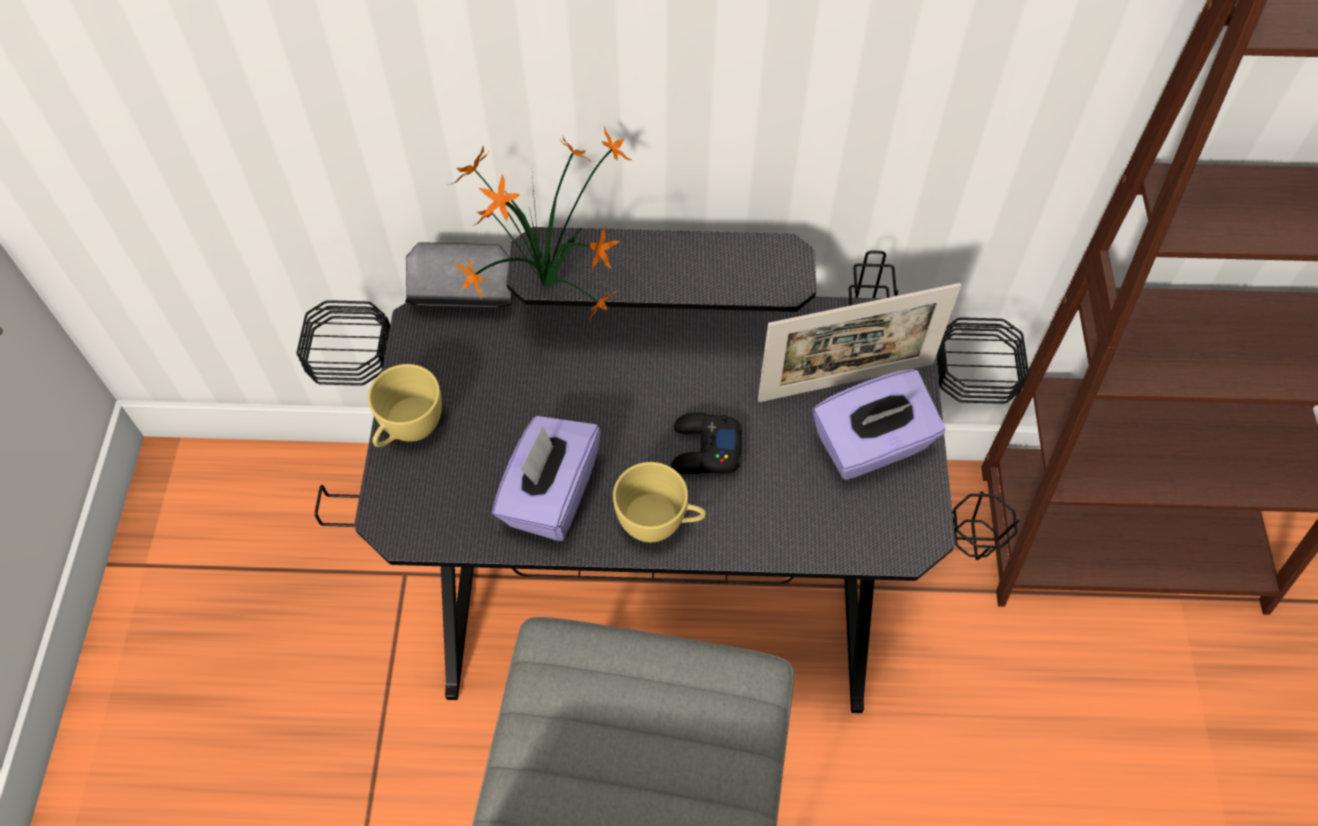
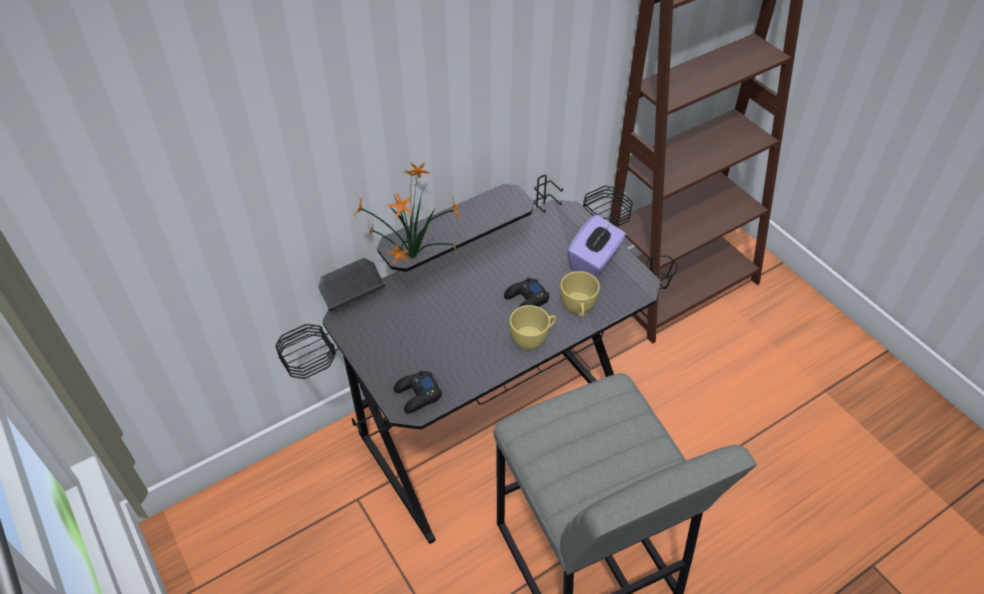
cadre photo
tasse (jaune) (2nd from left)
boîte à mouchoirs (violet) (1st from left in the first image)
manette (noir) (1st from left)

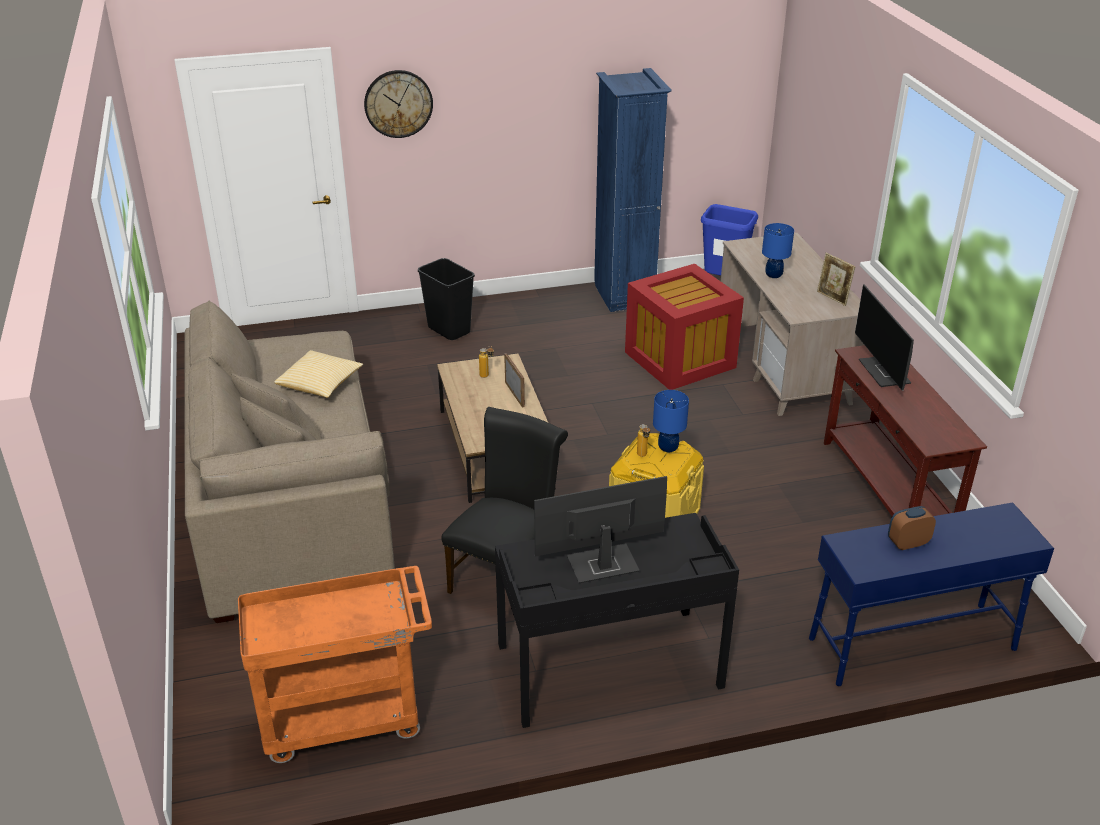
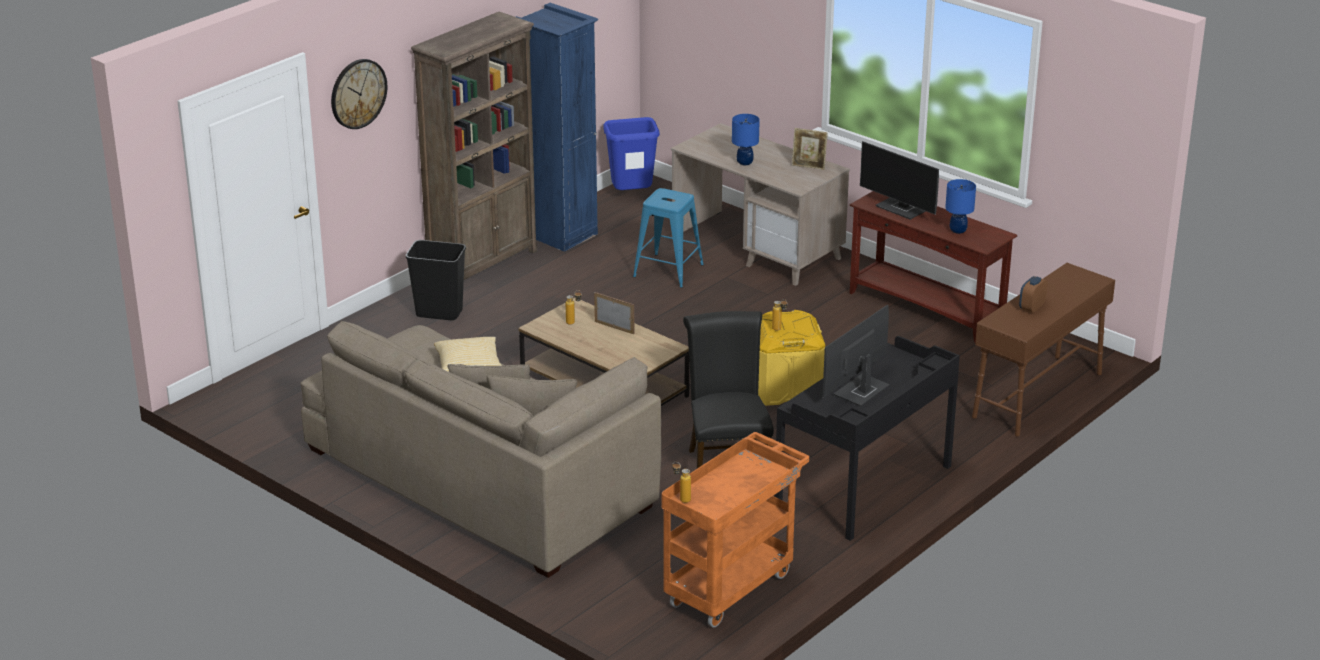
tabouret (bleu)
lampe de table (bleu) (2nd from left)
table console (marron) (2nd from left)
bibliothèque (marron)
bouteille (2nd from left)

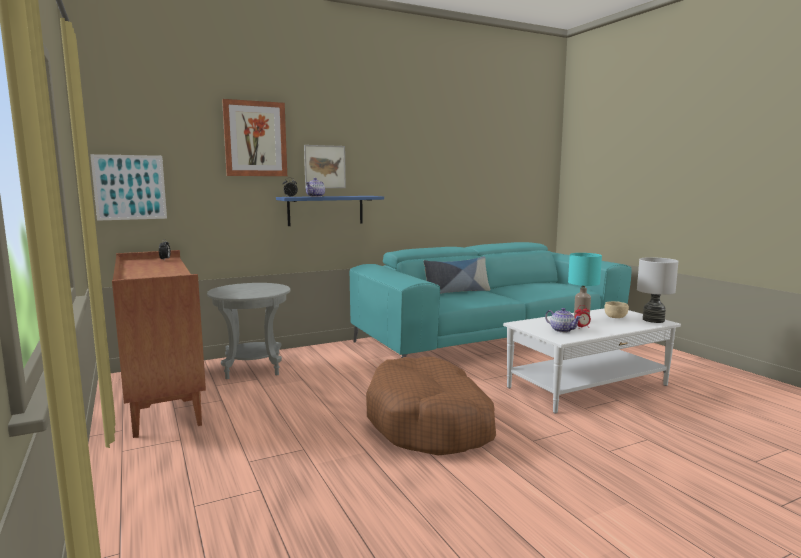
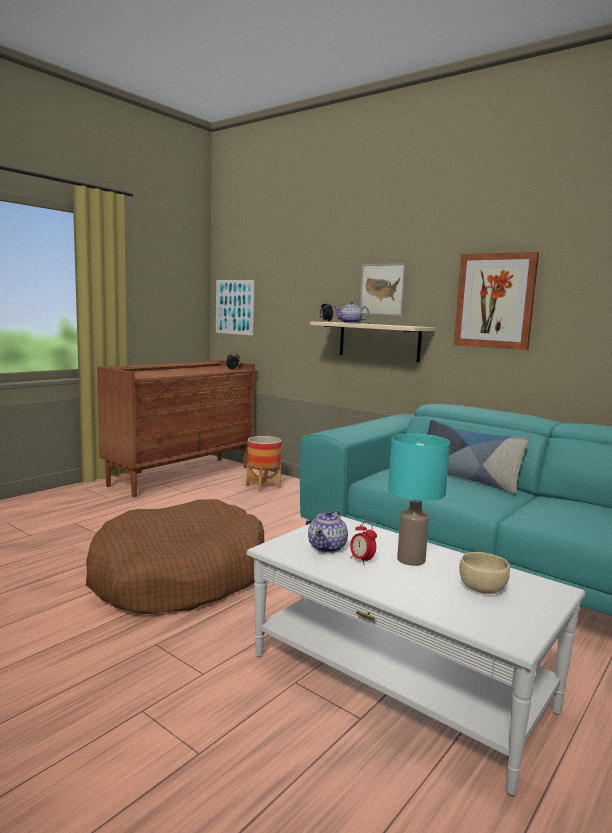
tableau (3rd from left)
étagère (beige)
lampe de table (gris)
cache-pot

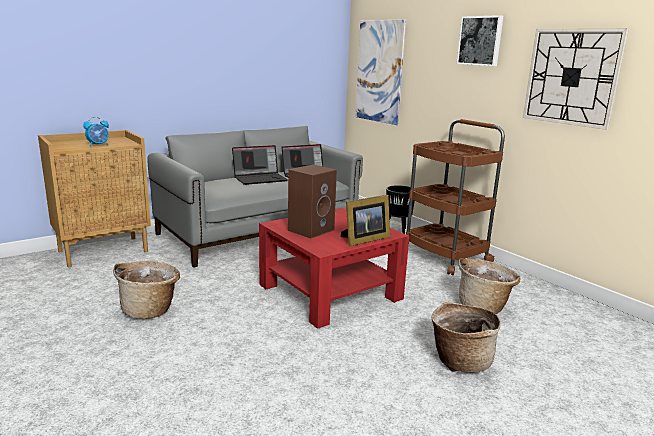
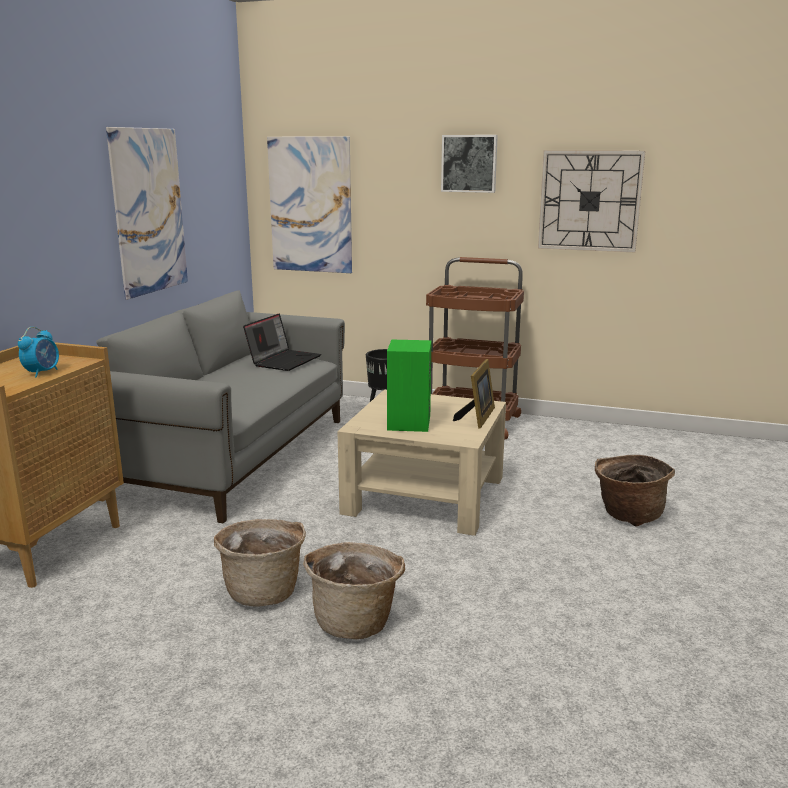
ordinateur portable (1st from left in the first image)
enceinte (vert)
table basse (beige)
panier (2nd from left)
tableau (1st from left)

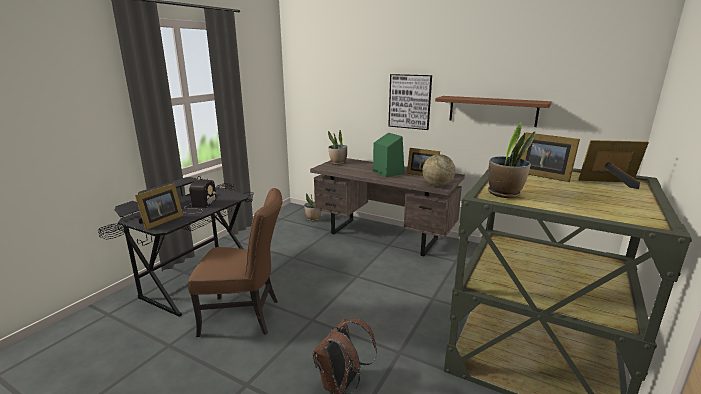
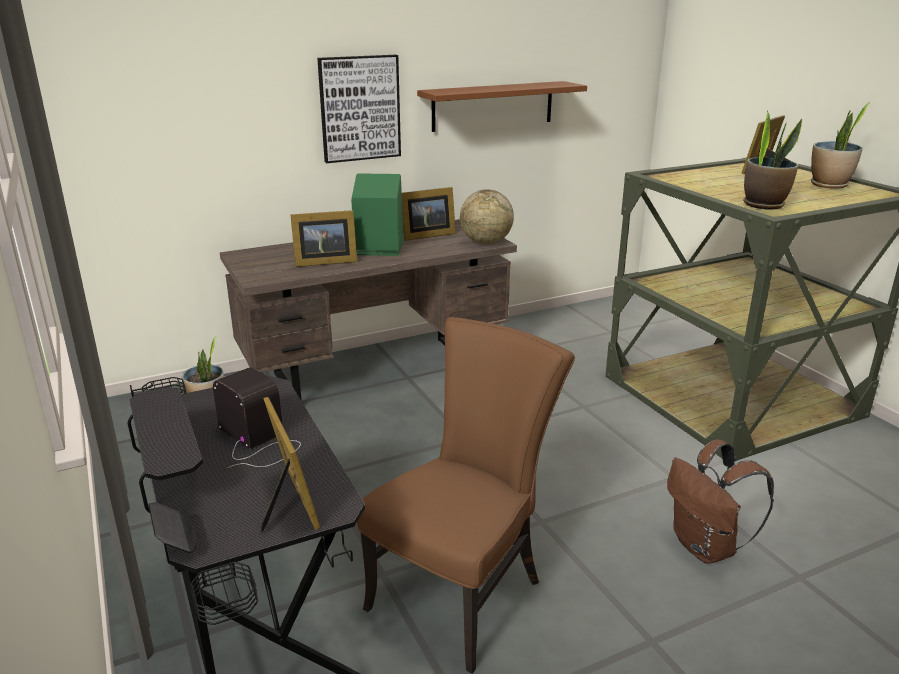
plante en pot (3rd from left)
cadre photo (2nd from left)

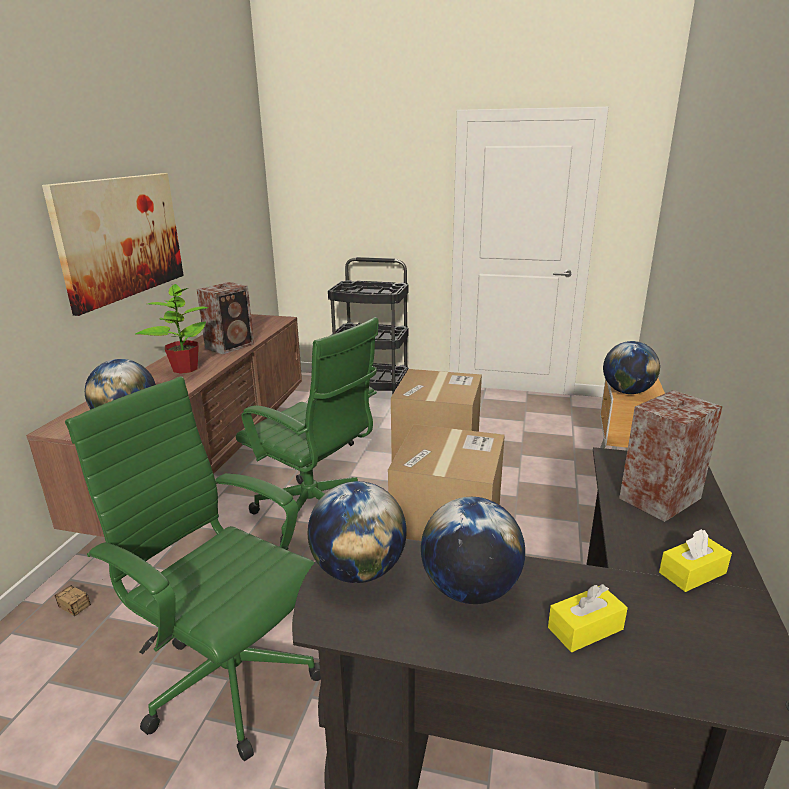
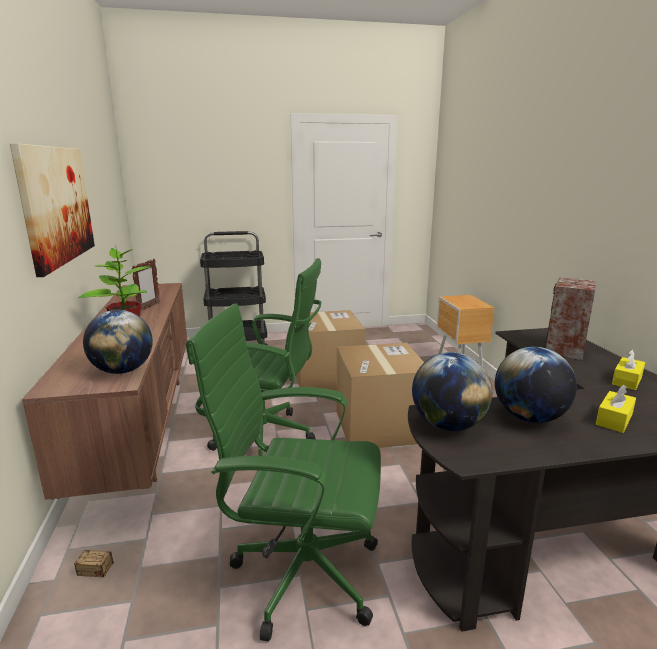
cadre photo
globe (4th from left in the first image)

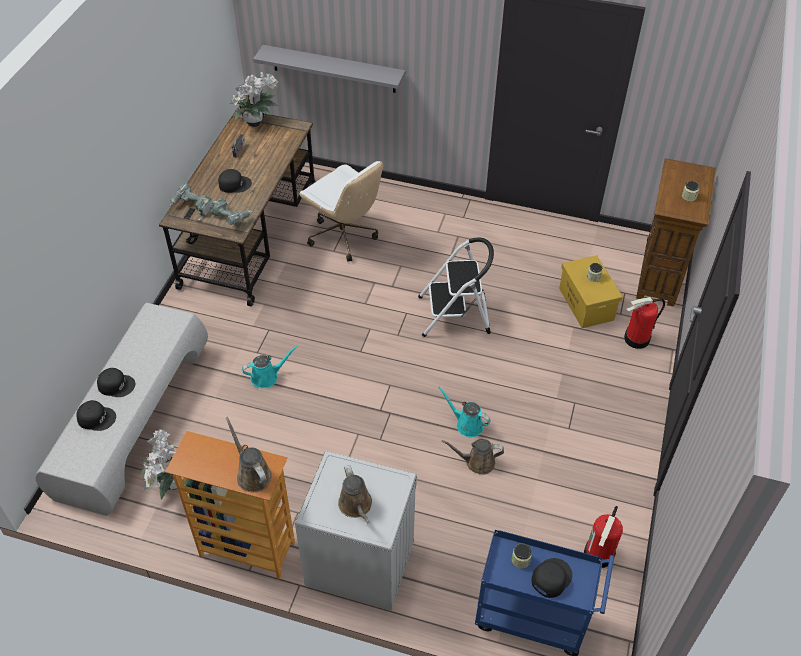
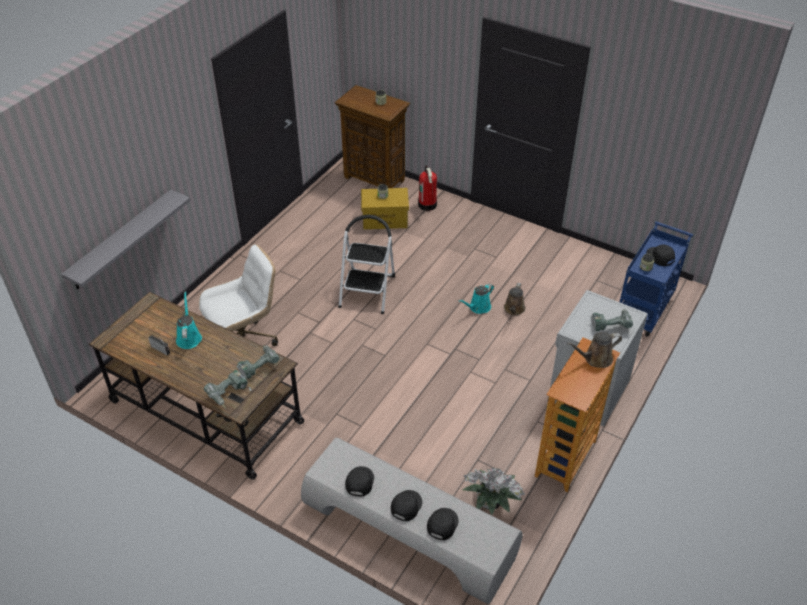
plante en pot (2nd from left in the first image)
casquette (noir) (1st from left)
arrosoir (turquoise) (1st from left)
perceuse (3rd from left)
extincteur (1st from left in the first image)

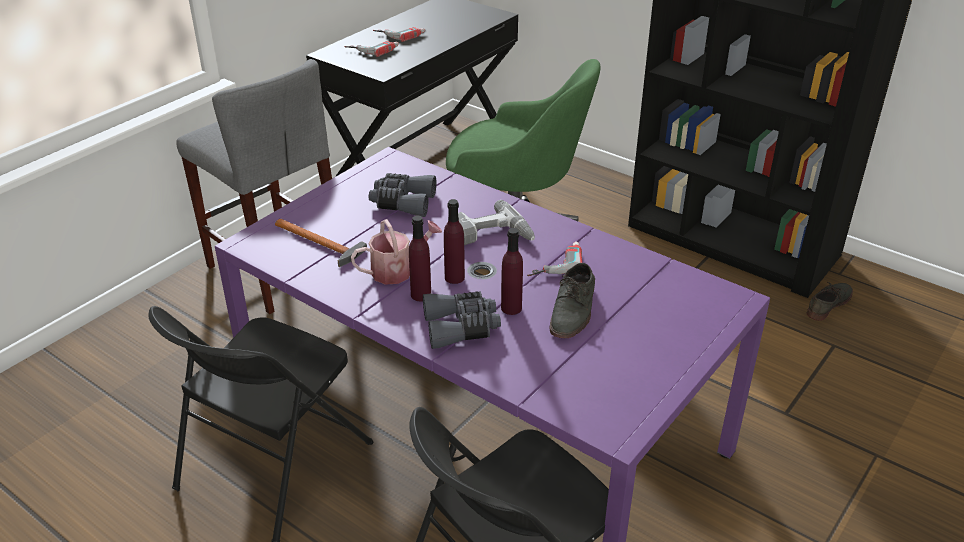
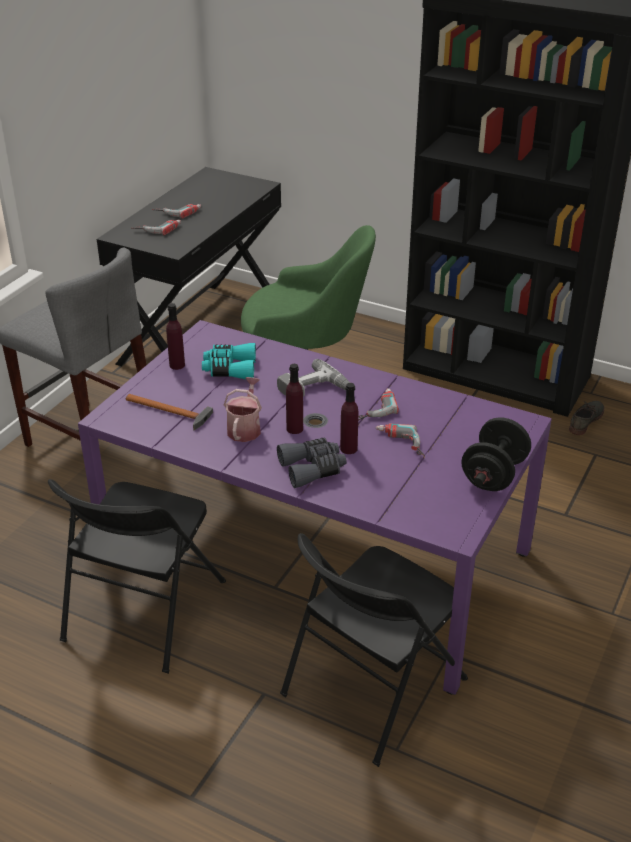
jumelles (turquoise)
bouteille (violet) (1st from left)
arrosoir
perceuse (5th from left)
haltère (noir)

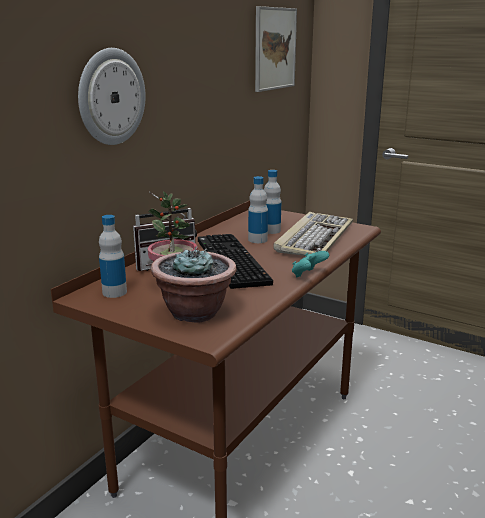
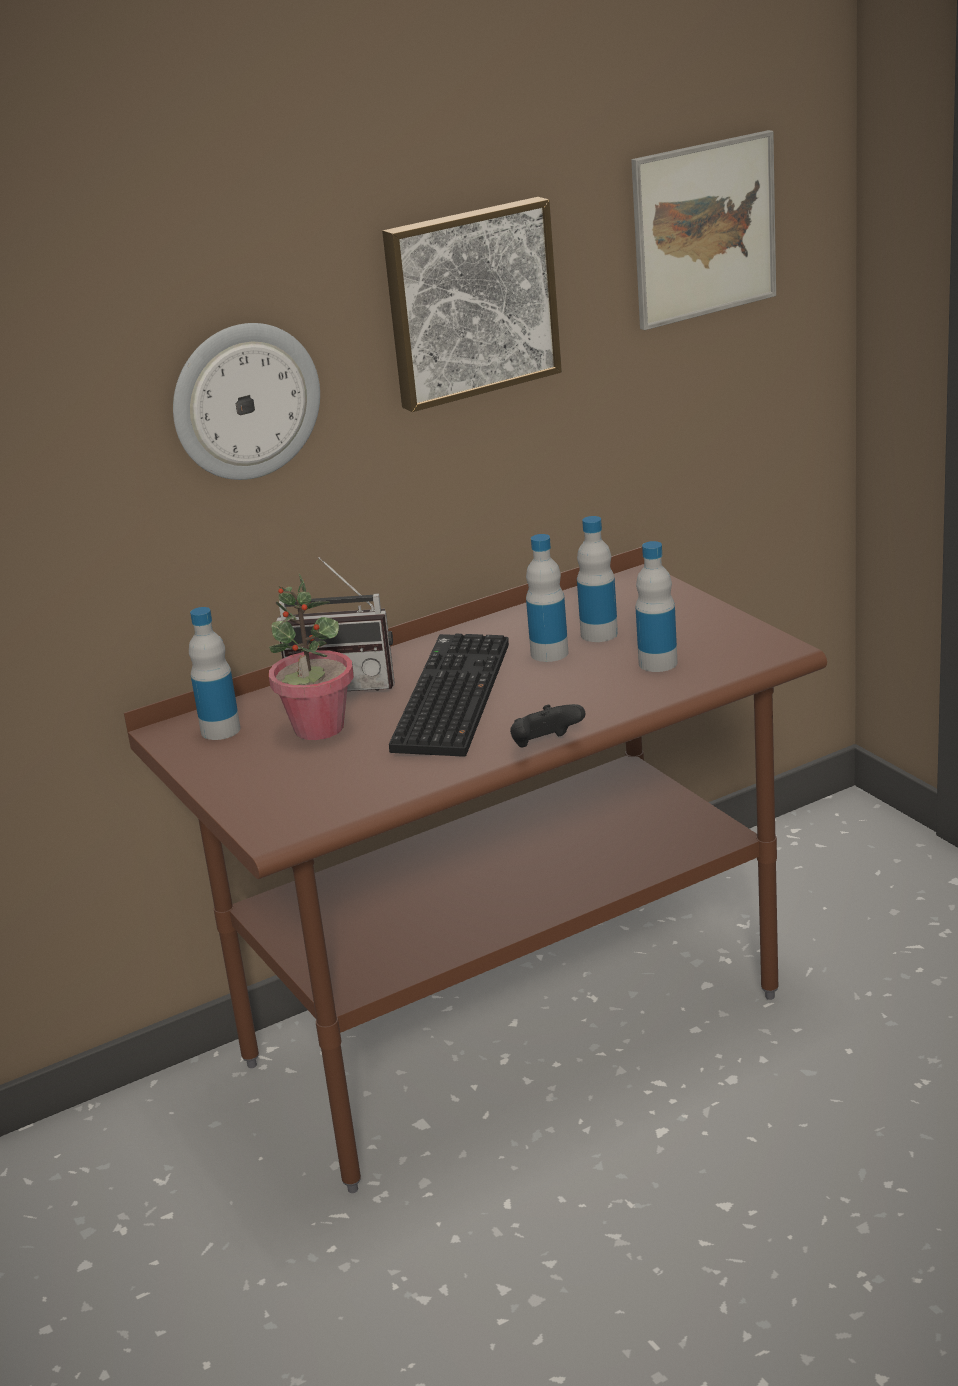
bouteille (4th from left)
plante en pot (2nd from left in the first image)
manette (noir)
tableau (1st from left)

